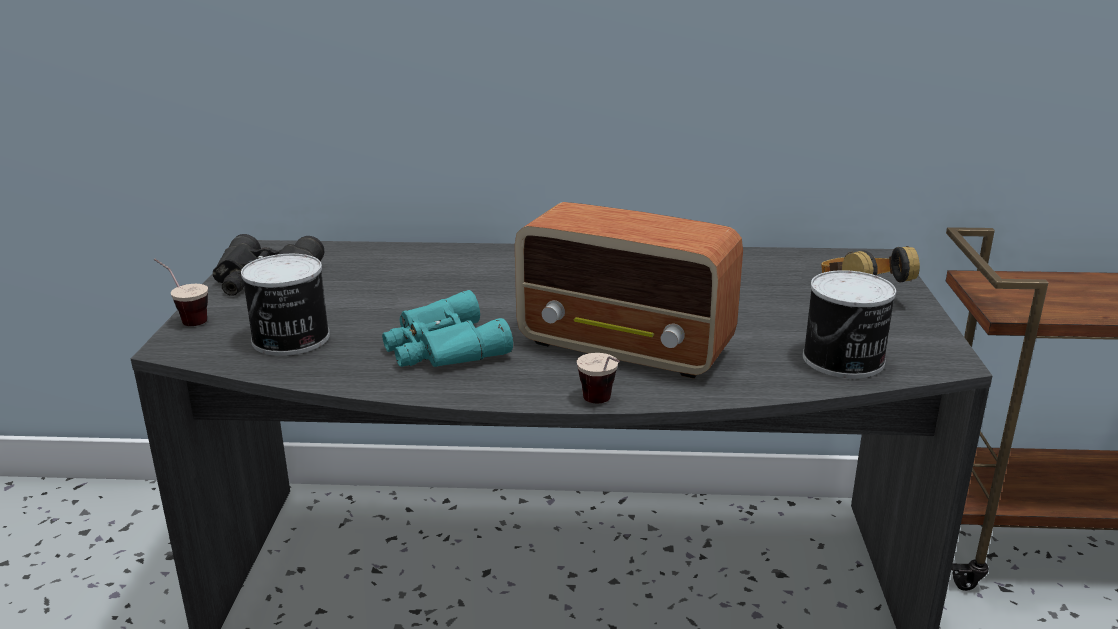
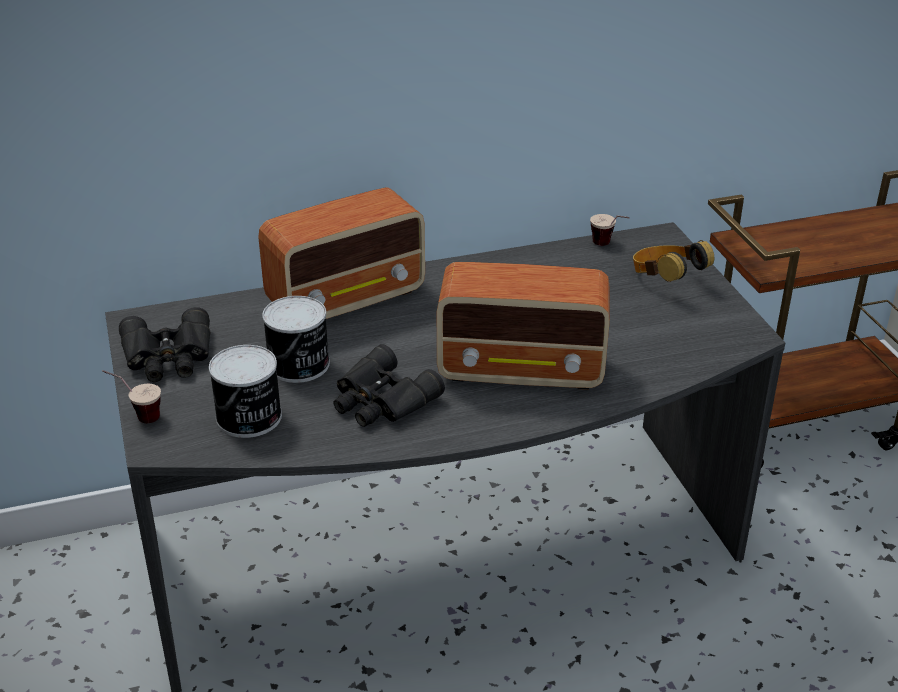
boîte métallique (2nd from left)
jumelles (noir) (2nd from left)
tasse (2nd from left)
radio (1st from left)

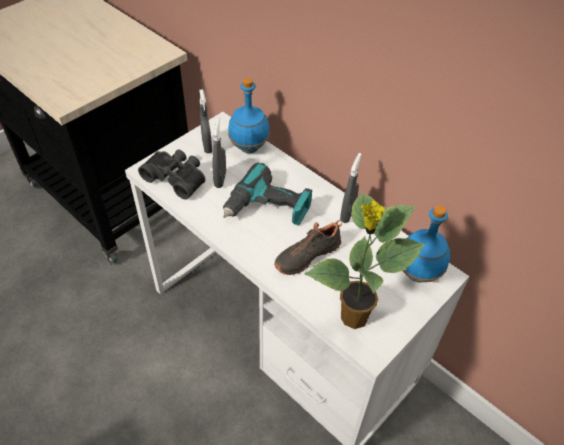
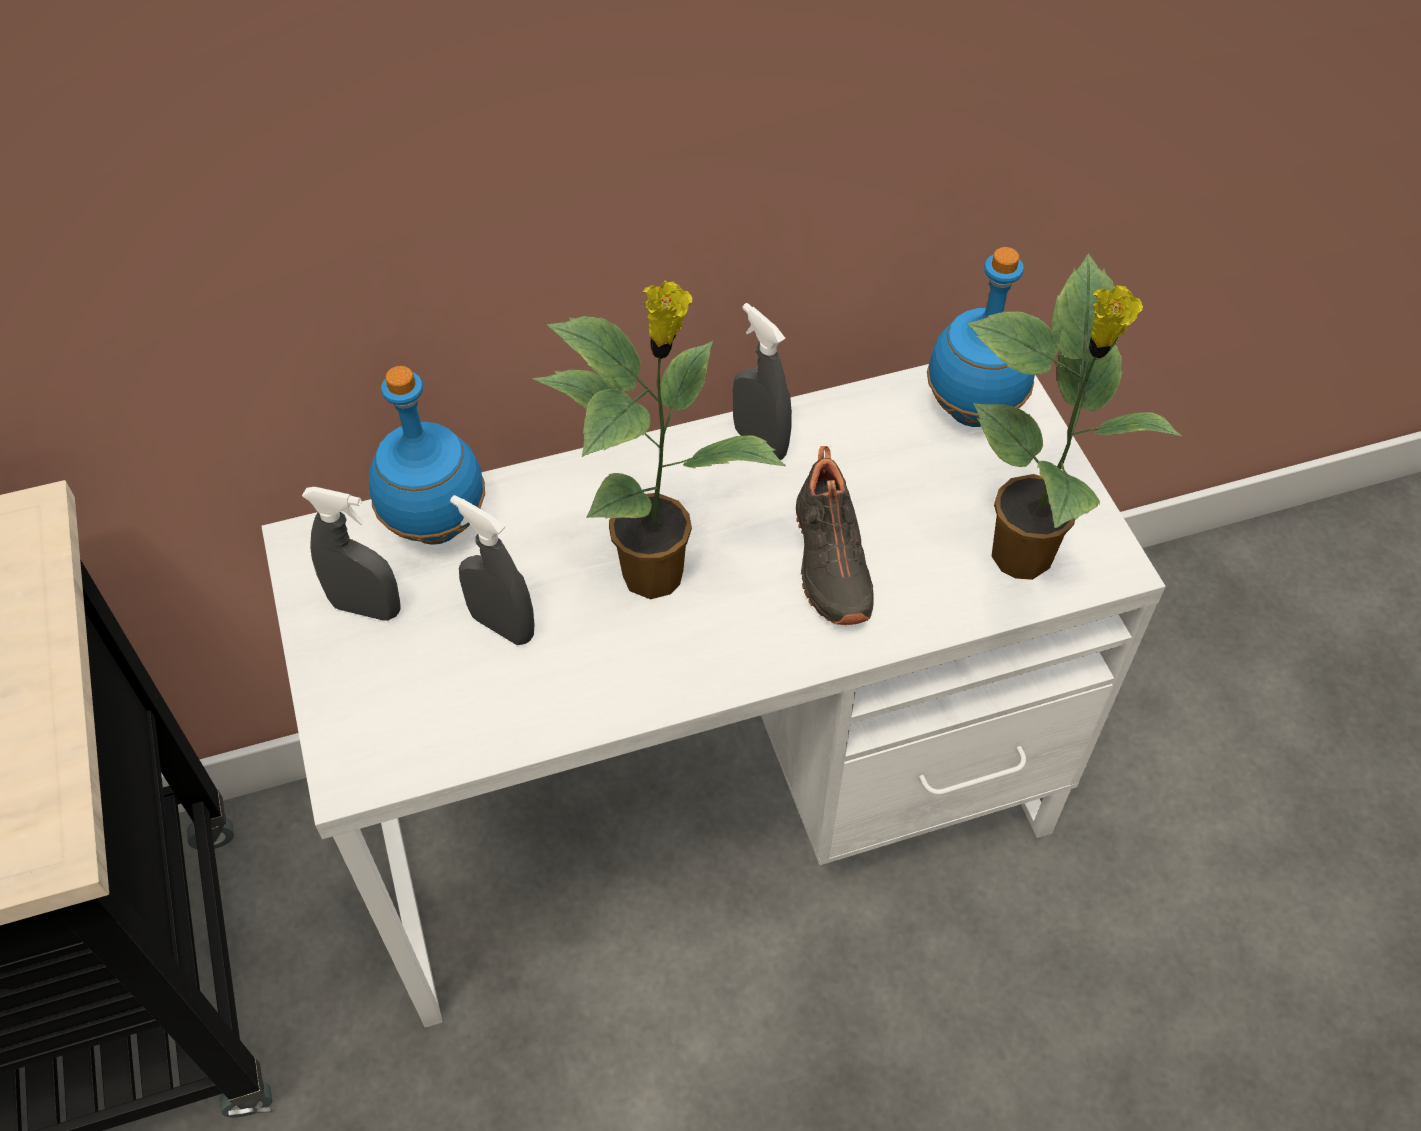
jumelles (noir)
plante en pot (1st from left)

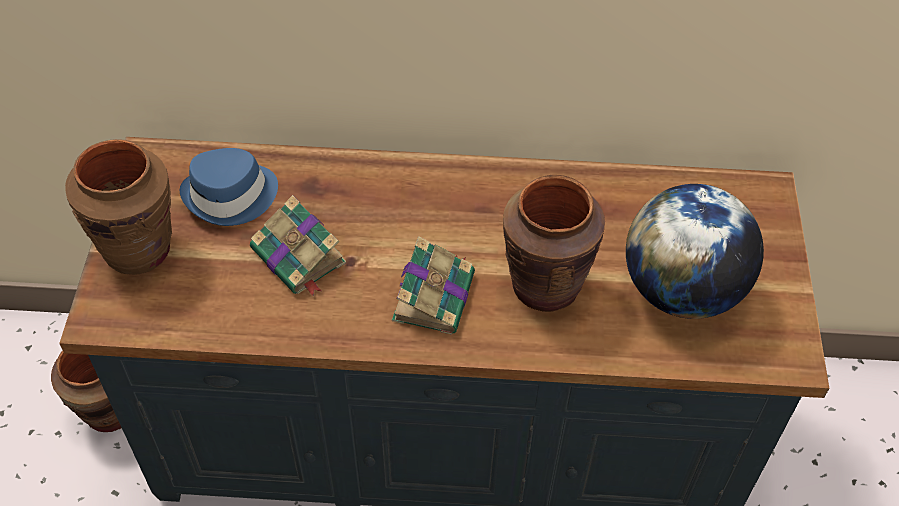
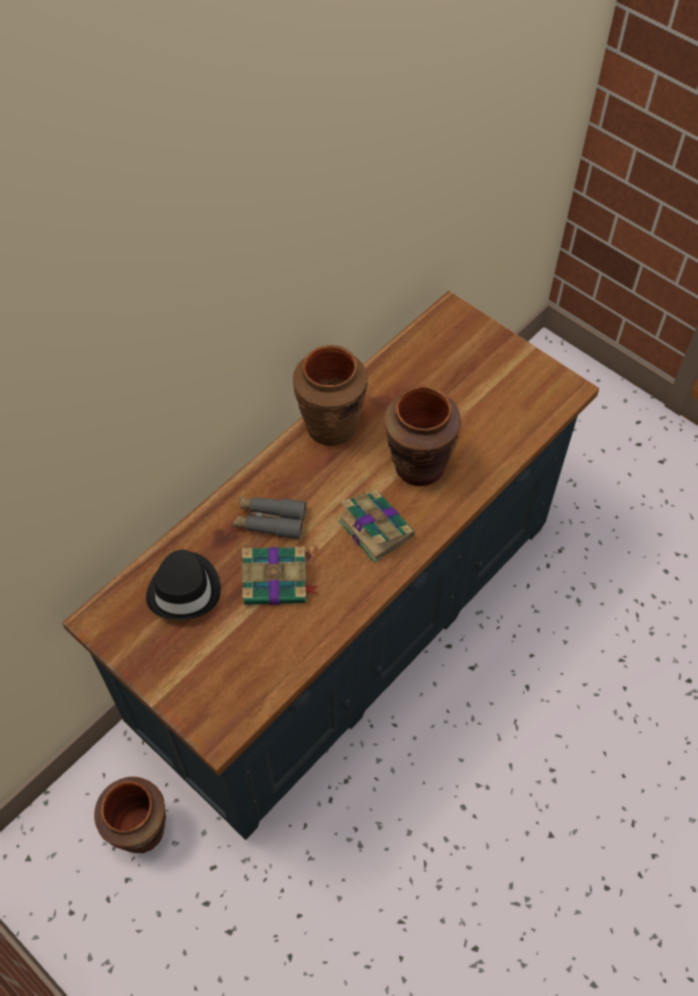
vase (marron) (2nd from left)
chapeau (noir)
globe
jumelles (gris)

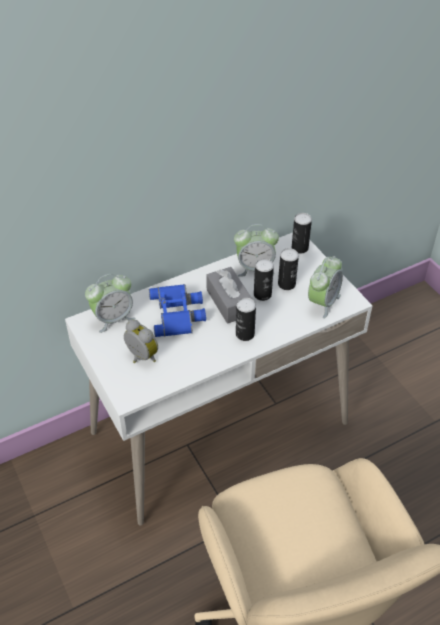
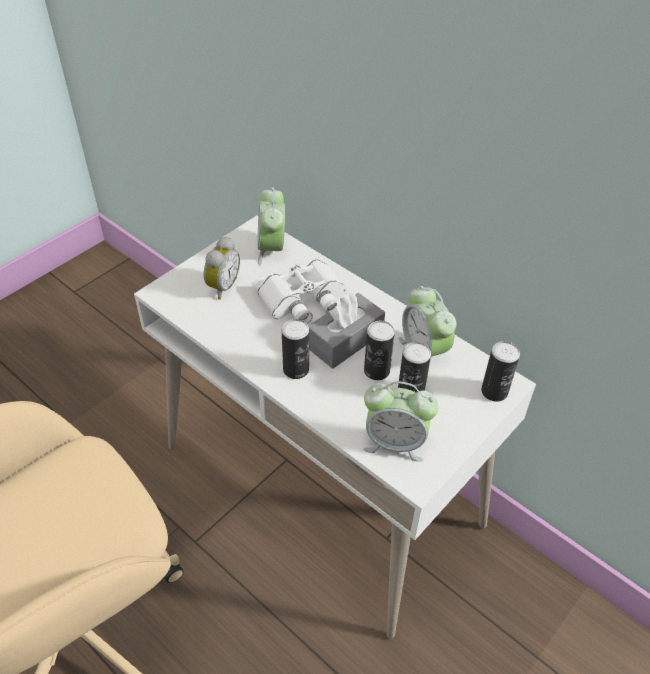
réveil (2nd from left)
jumelles (blanc)

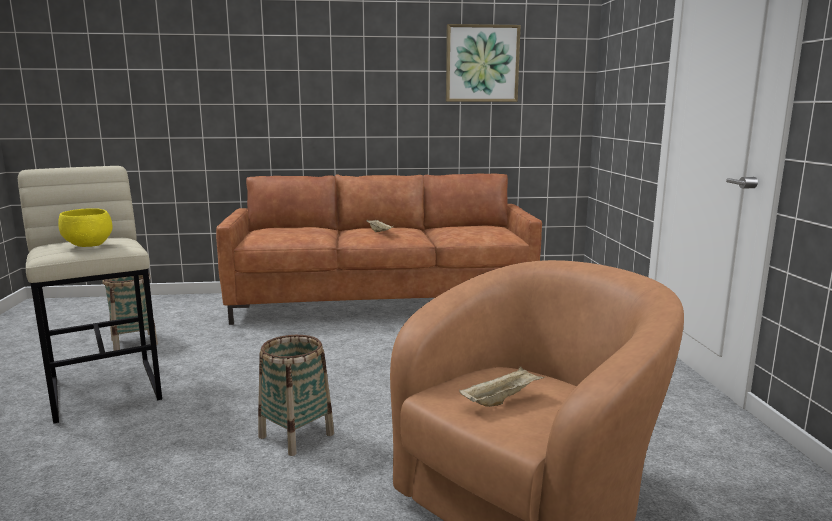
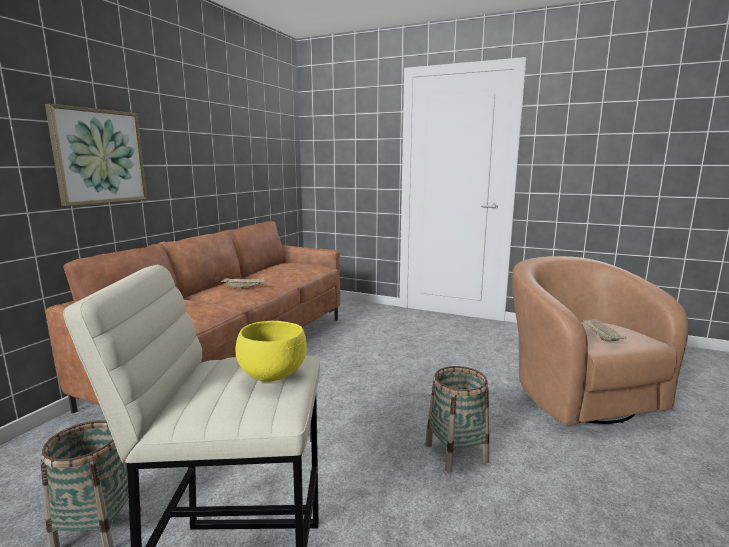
tableau

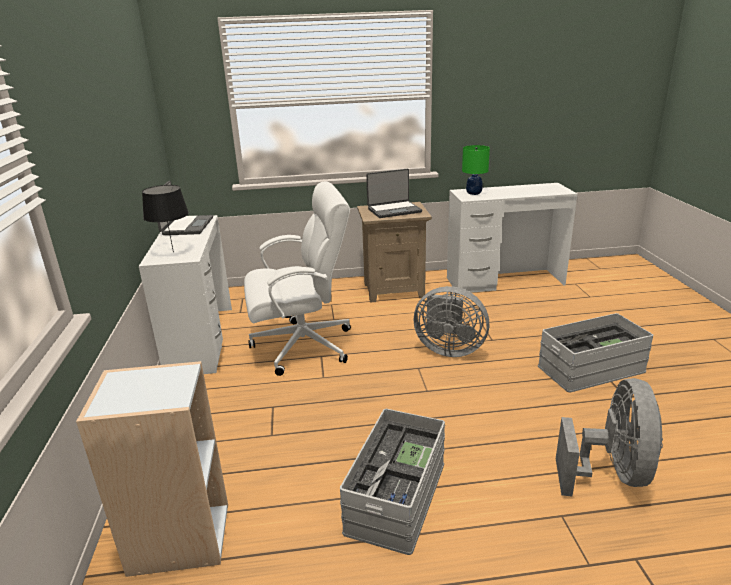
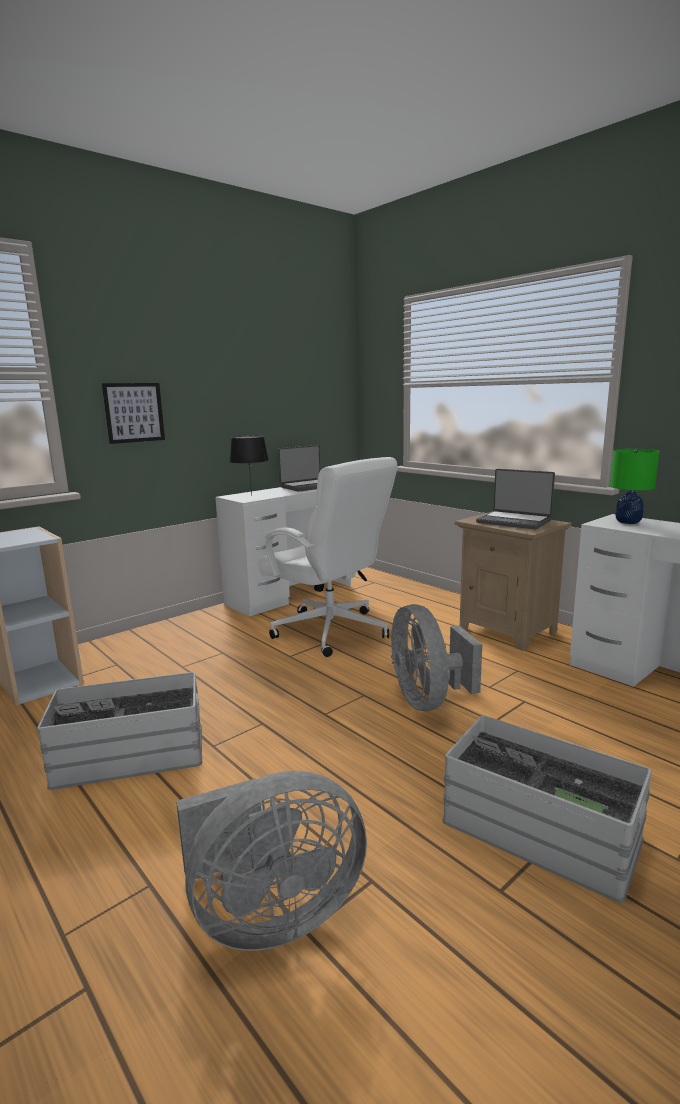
tableau

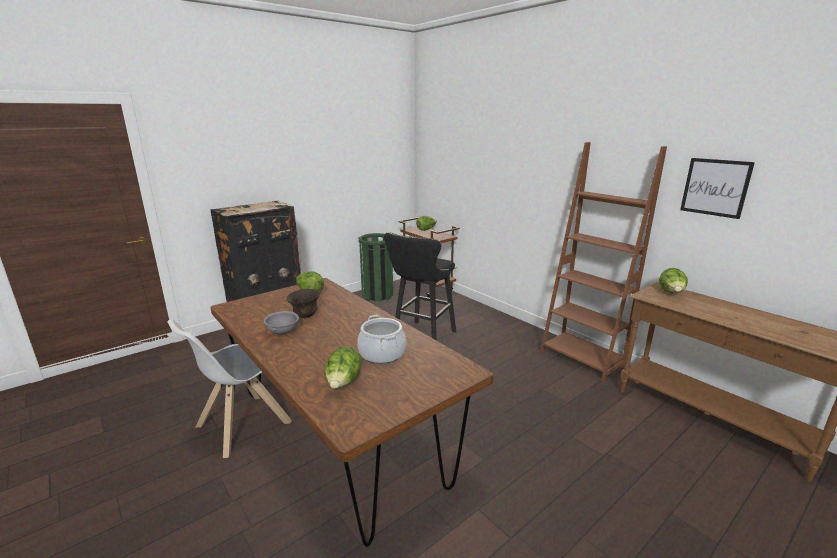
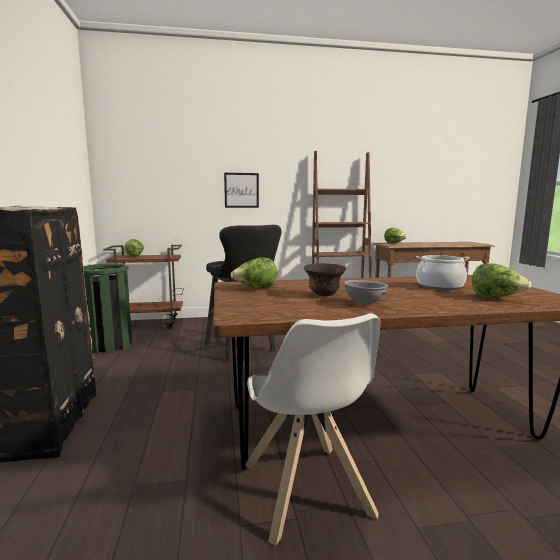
tableau

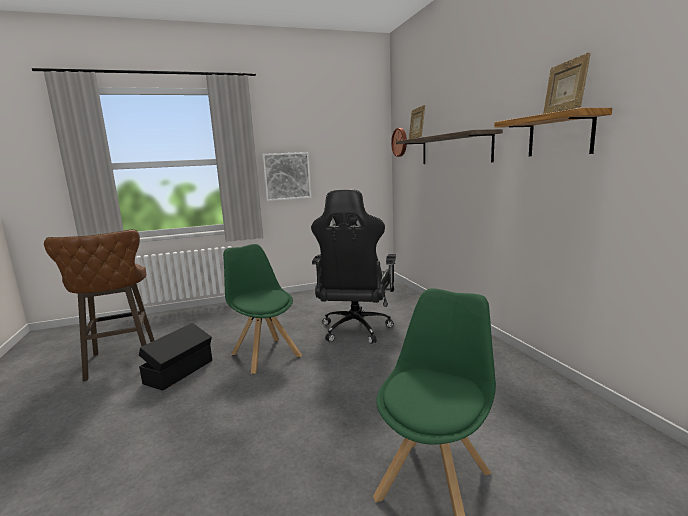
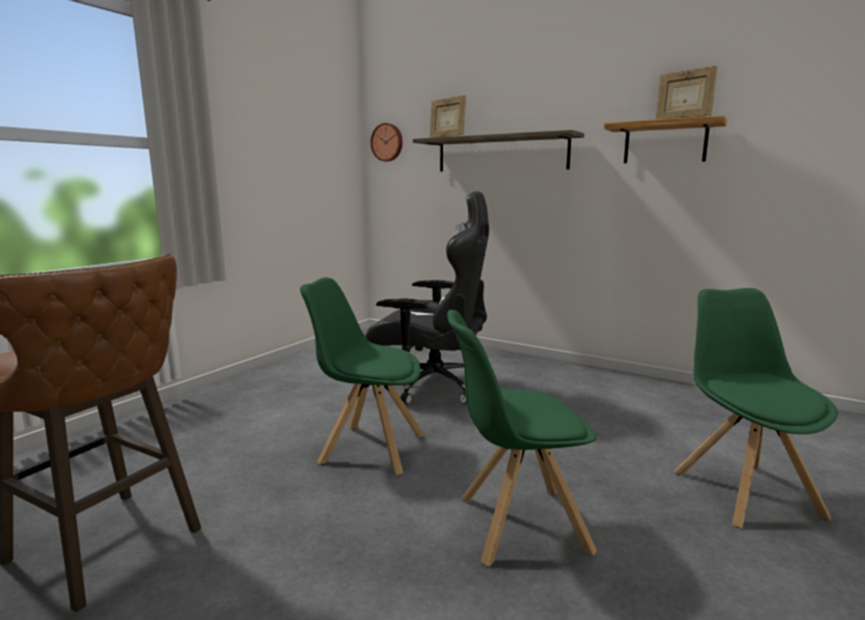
tableau
chaise de bureau (noir)
boîte de rangement (noir)
chaise (vert) (2nd from left)

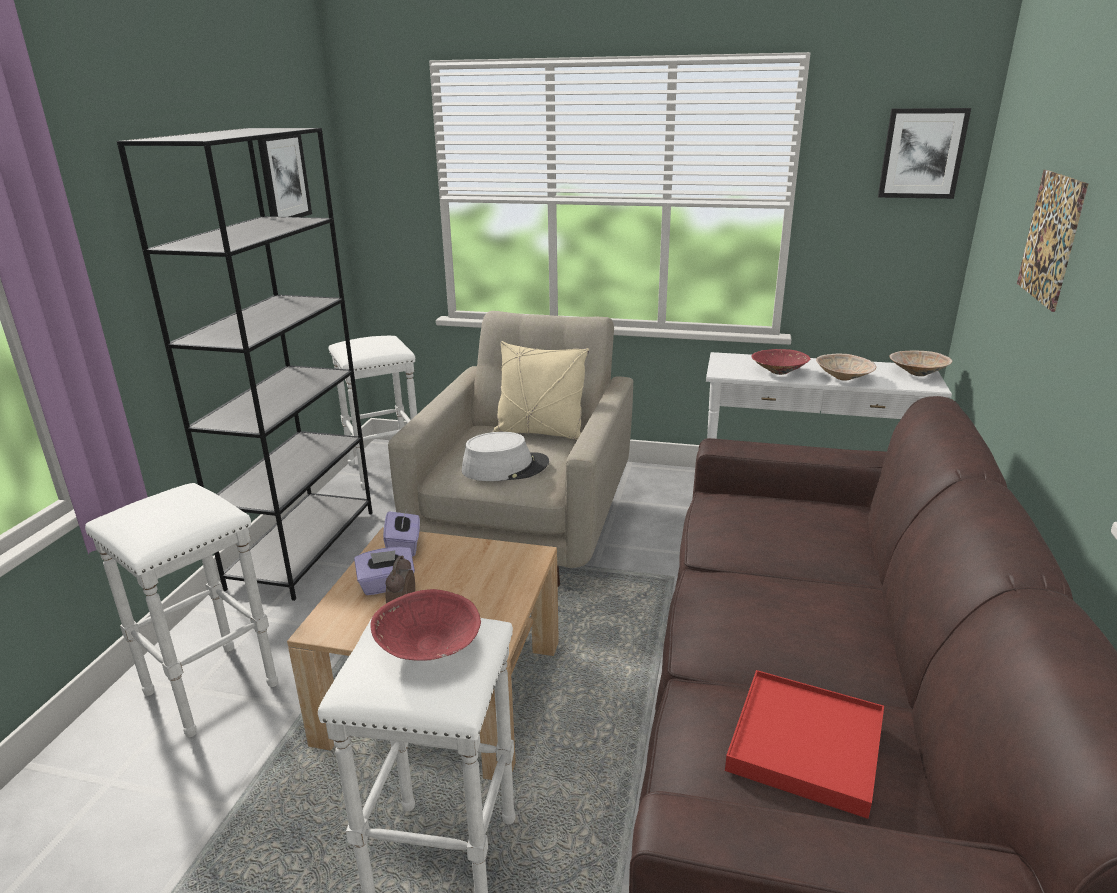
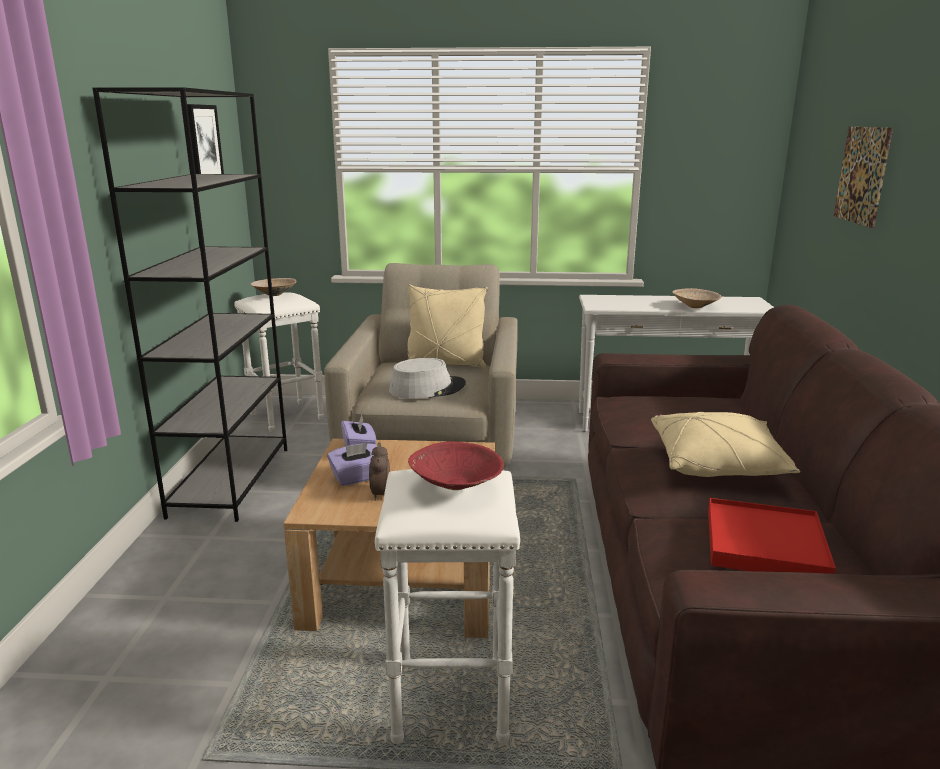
tableau (2nd from left in the first image)
bol (rouge) (2nd from left in the first image)
bol (beige) (1st from left)
tabouret (blanc) (1st from left in the first image)
coussin (beige) (2nd from left)

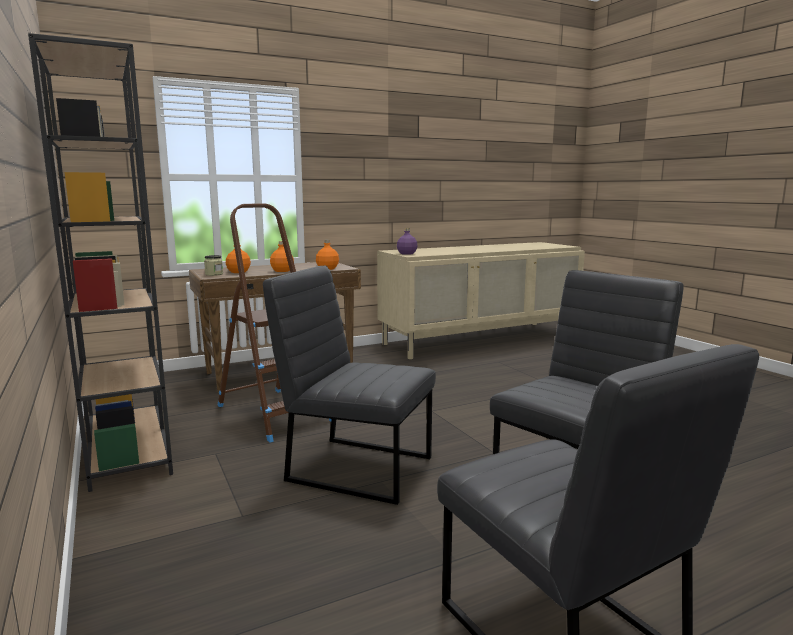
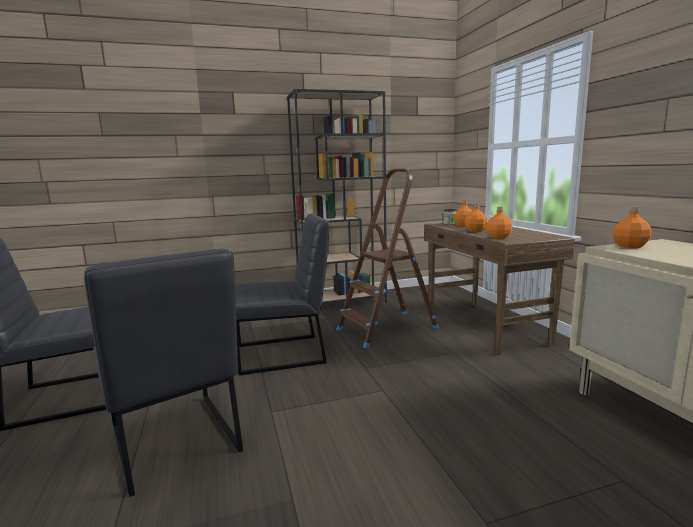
bouteille (orange) (4th from left)
chaise (gris) (3rd from left)

